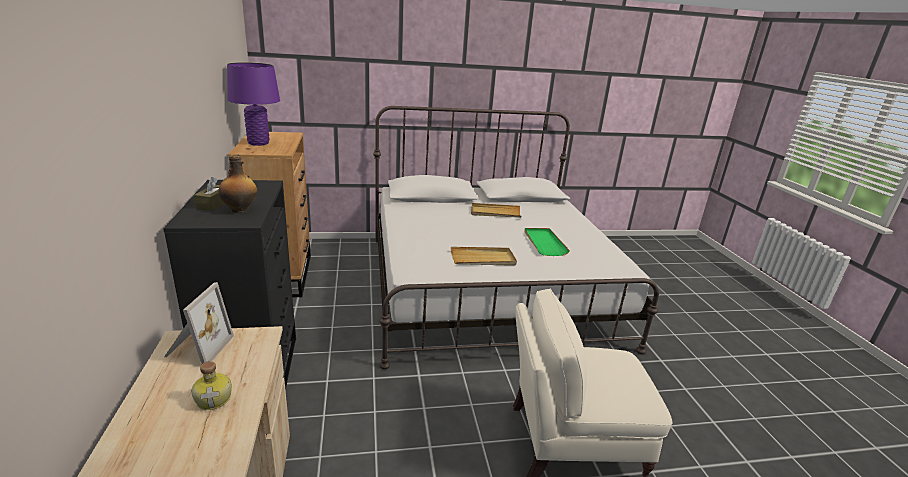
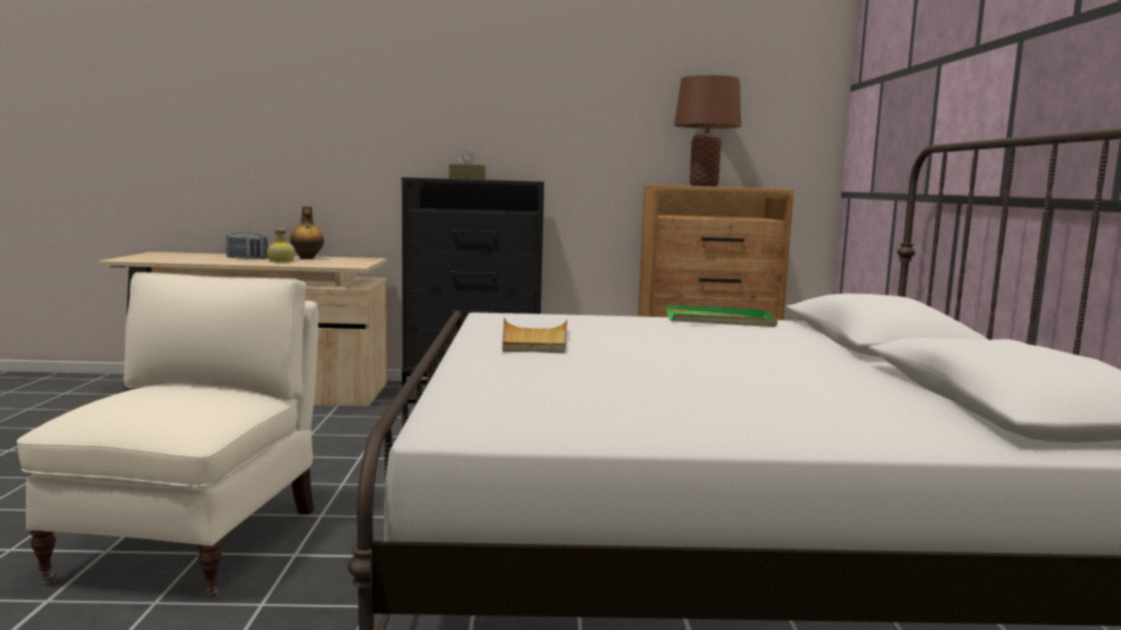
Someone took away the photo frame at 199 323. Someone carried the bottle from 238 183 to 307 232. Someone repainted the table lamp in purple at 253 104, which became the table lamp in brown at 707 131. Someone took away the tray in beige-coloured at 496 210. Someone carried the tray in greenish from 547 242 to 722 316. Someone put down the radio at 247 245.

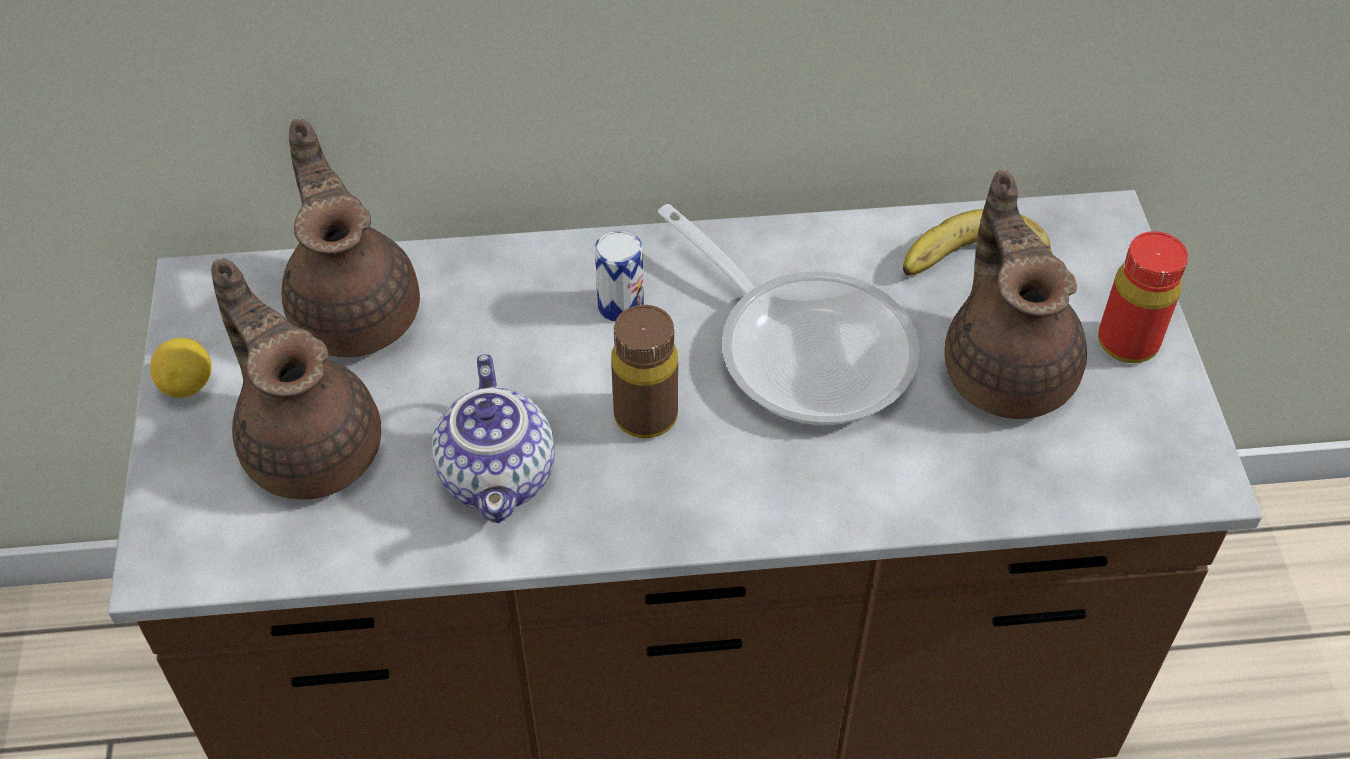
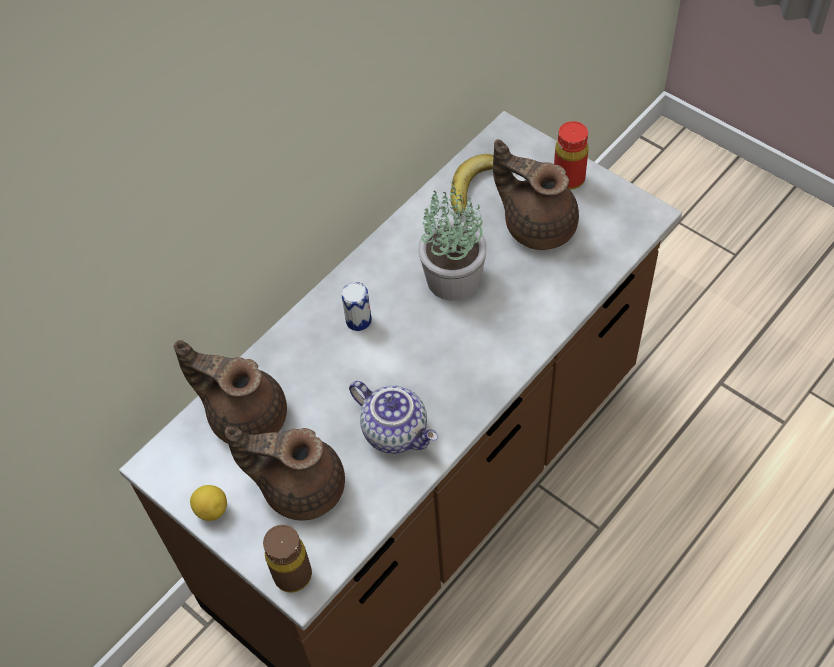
Someone carried the bottle in brown from 644 371 to 287 559. Someone swapped the skillet at 788 314 for the houseplant at 452 241.

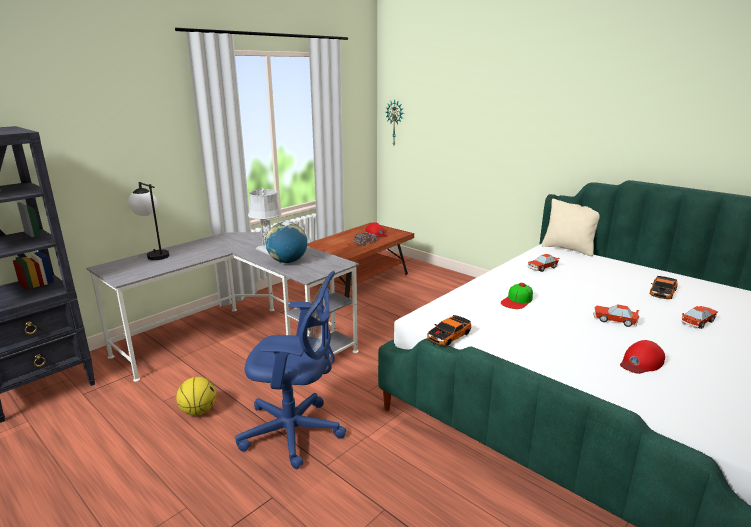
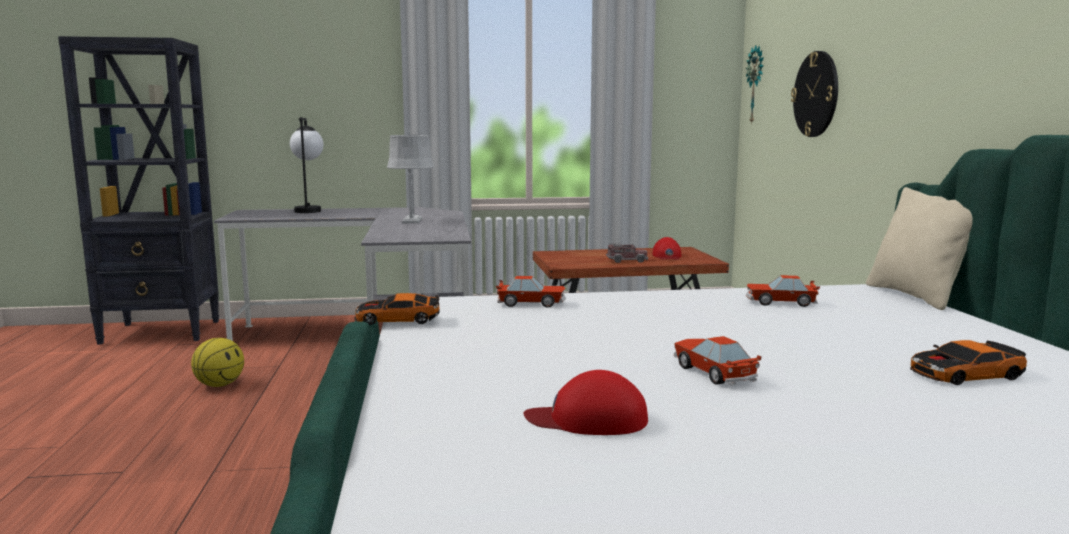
Someone took away the office chair in blue at 290 370. Someone took away the world globe at 286 242. Someone took away the baseball cap at 517 296. Someone carried the model car from 699 317 to 531 292. Someone put up the clock on the wall at 814 94.

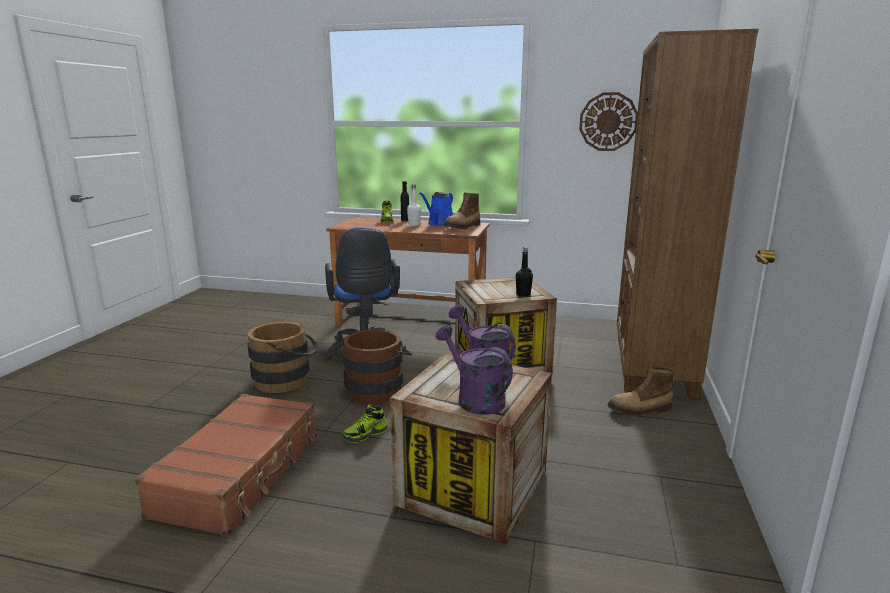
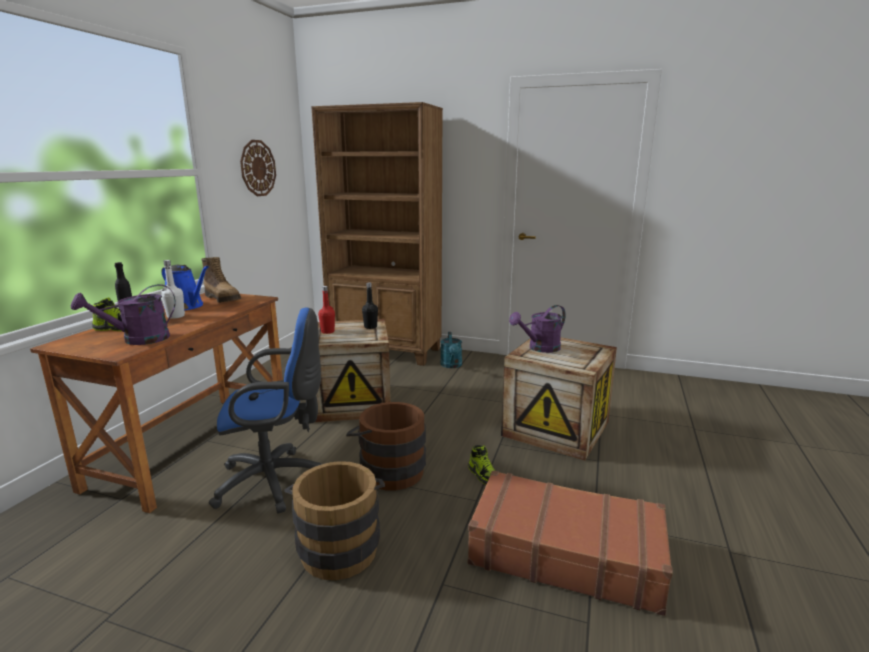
Someone carried the sprinkling can in purple from 474 370 to 123 314. Someone swapped the tall boot at 641 391 for the sprinkling can in blue-green at 451 350. Someone put down the bottle in reddish at 326 310.

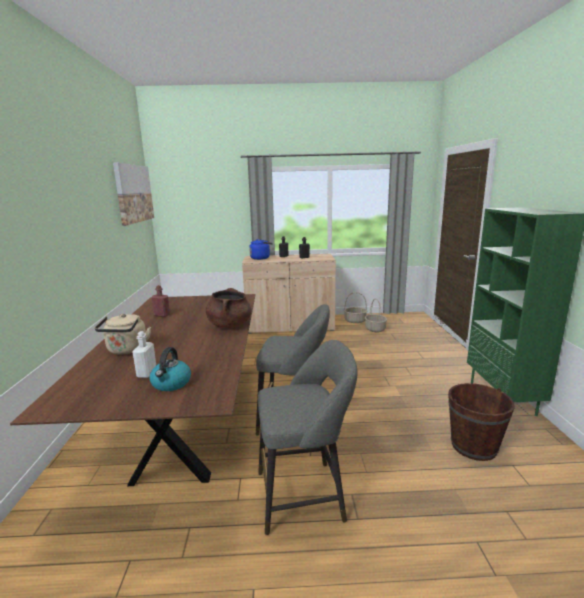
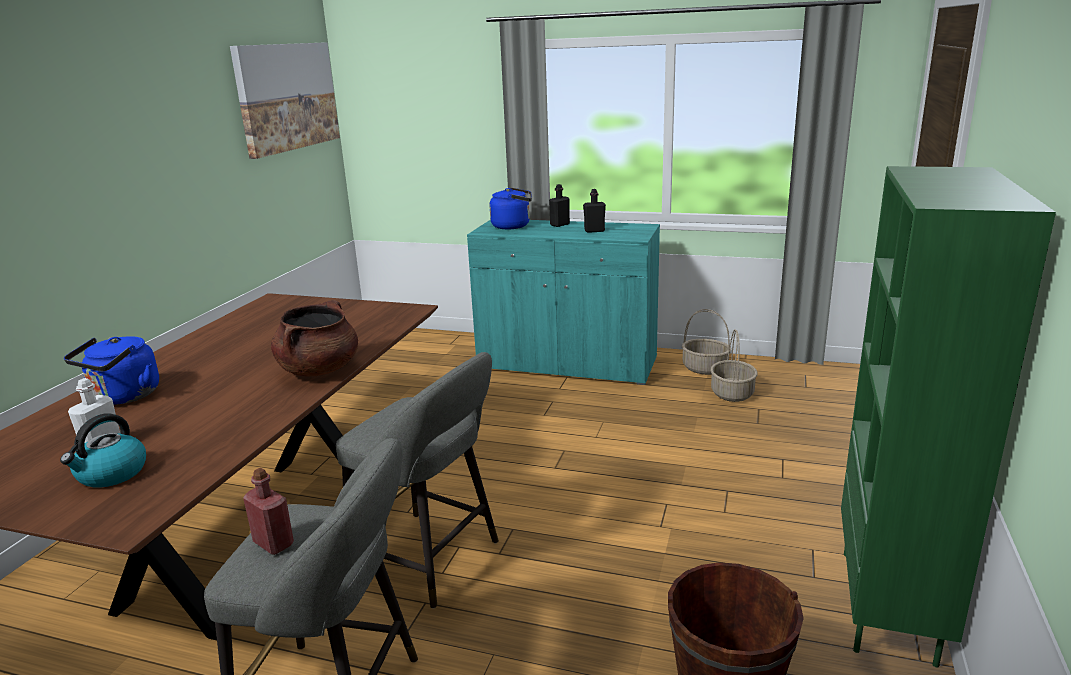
Someone repainted the tea kettle in beige-coloured at 123 334, which became the tea kettle in blue at 111 370. Someone carried the bottle in reddish from 161 301 to 268 511. Someone repainted the cabinet in beige-coloured at 289 294, which became the cabinet in blue-green at 563 302.

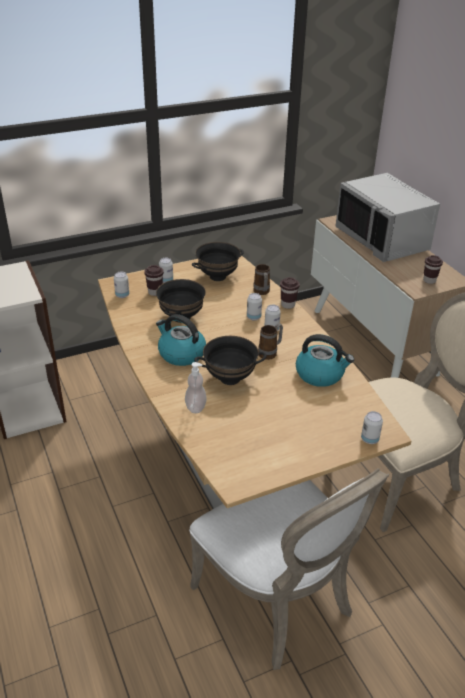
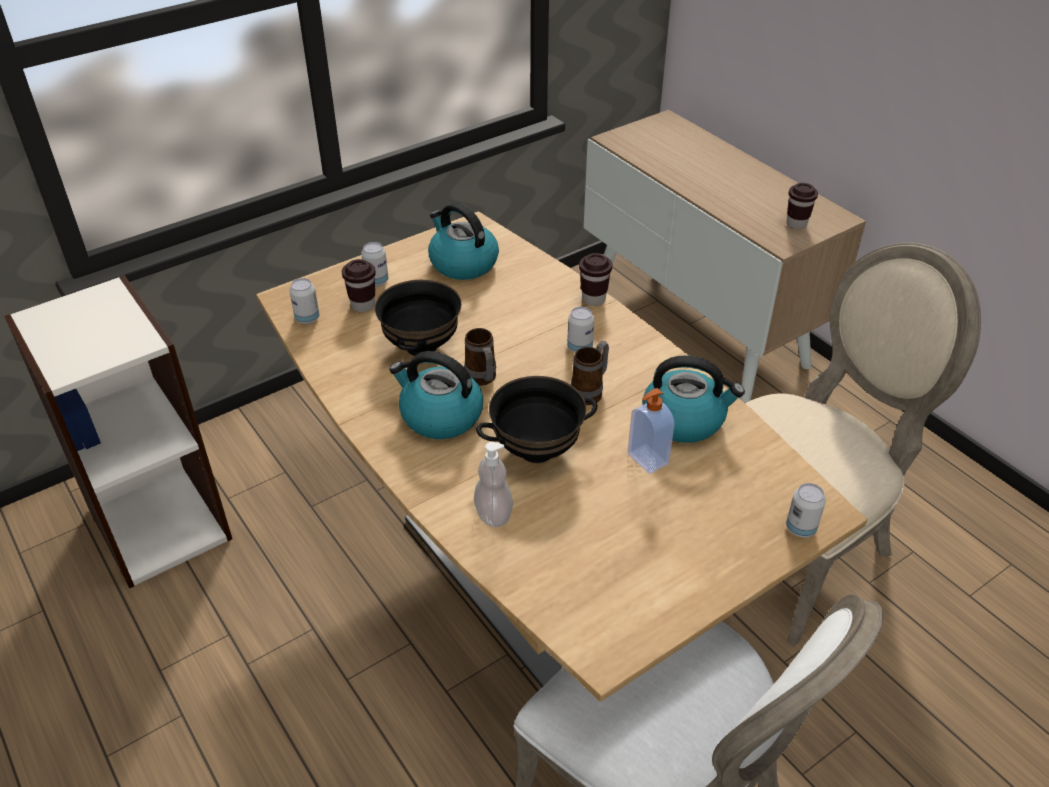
Someone swapped the bowl in black at 218 261 for the tea kettle at 463 241. Someone took away the sealed can at 254 306. Someone carried the tea mug from 261 279 to 480 357. Someone took away the microwave oven in grey at 387 217. Someone put down the liquid soap bottle at 651 431.

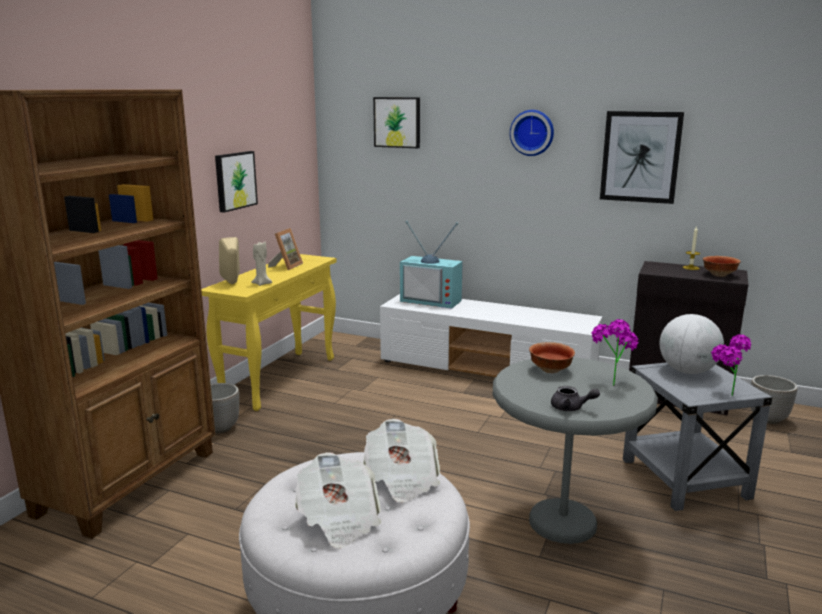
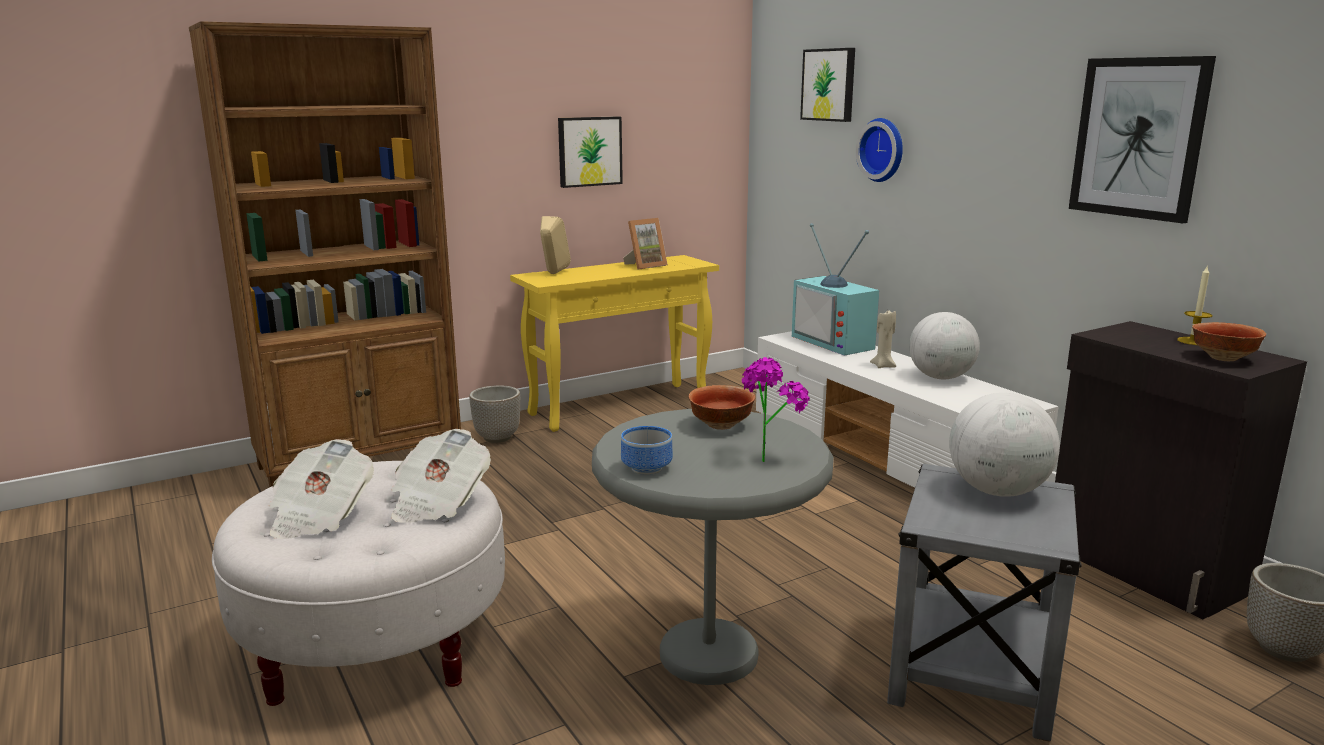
Someone carried the wax candle in beige-coloured from 262 264 to 883 339. Someone carried the clock on the wall from 532 133 to 879 150. Someone swapped the tea pot in grey at 575 398 for the bowl at 647 450. Someone took away the houseplant at 731 365. Someone put down the world globe at 944 345.

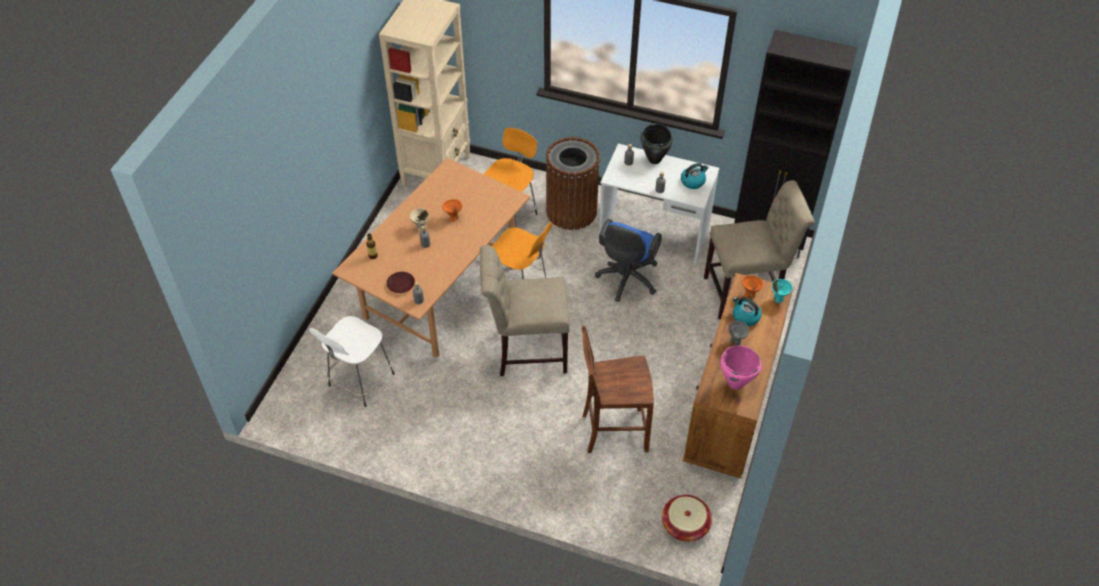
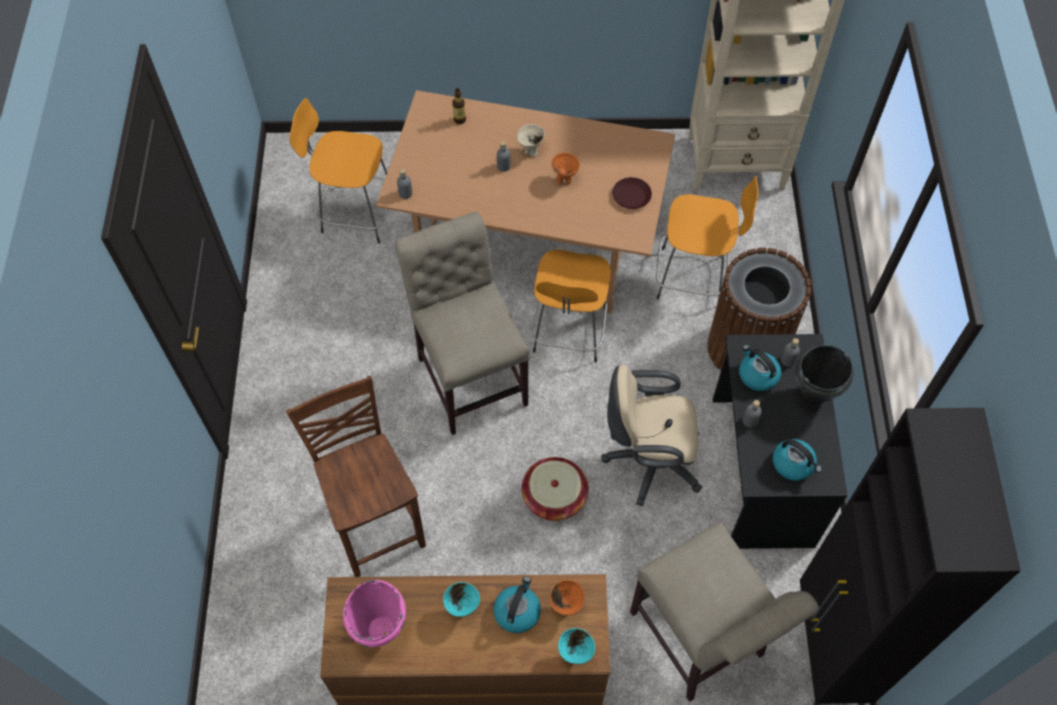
Someone repainted the stool seat in white at 352 361, which became the stool seat in orange-coloured at 339 171. Someone carried the flat dish in brown from 401 282 to 632 193. Someone repainted the office chair in blue at 628 260, which became the office chair in beige-coloured at 651 435. Someone repainted the desk table in white at 659 203, which became the desk table in black at 780 441. Someone carried the household basket from 687 518 to 555 489. Someone repainted the bowl in grey at 738 333, which became the bowl in blue-green at 461 599. Someone put down the tea kettle at 760 368.

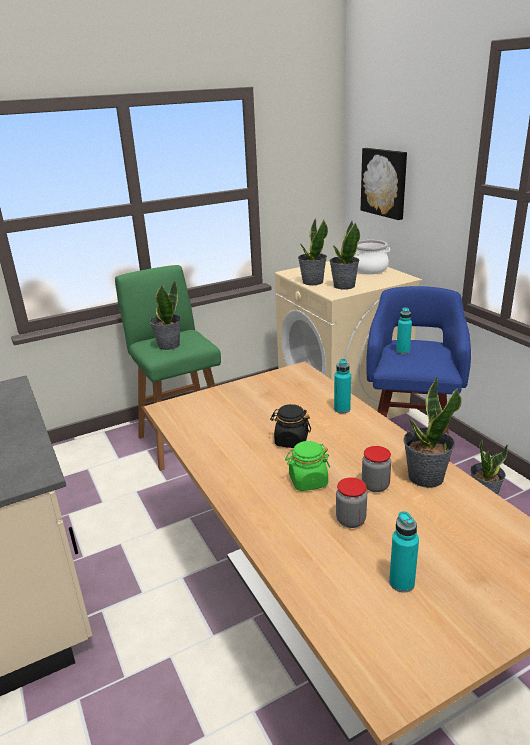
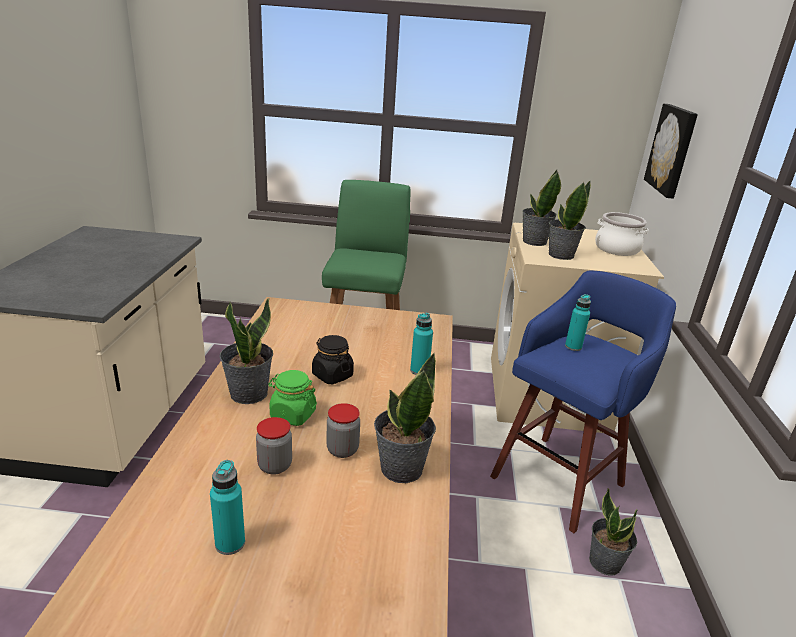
Someone carried the houseplant from 165 315 to 246 351.

